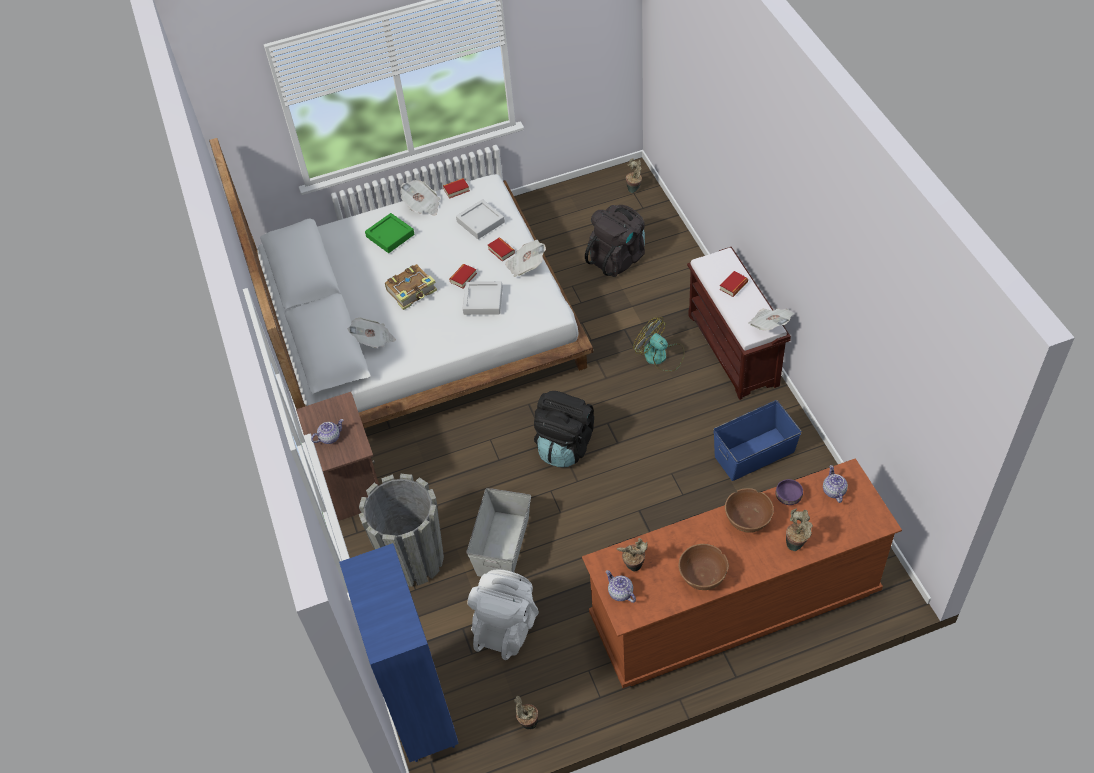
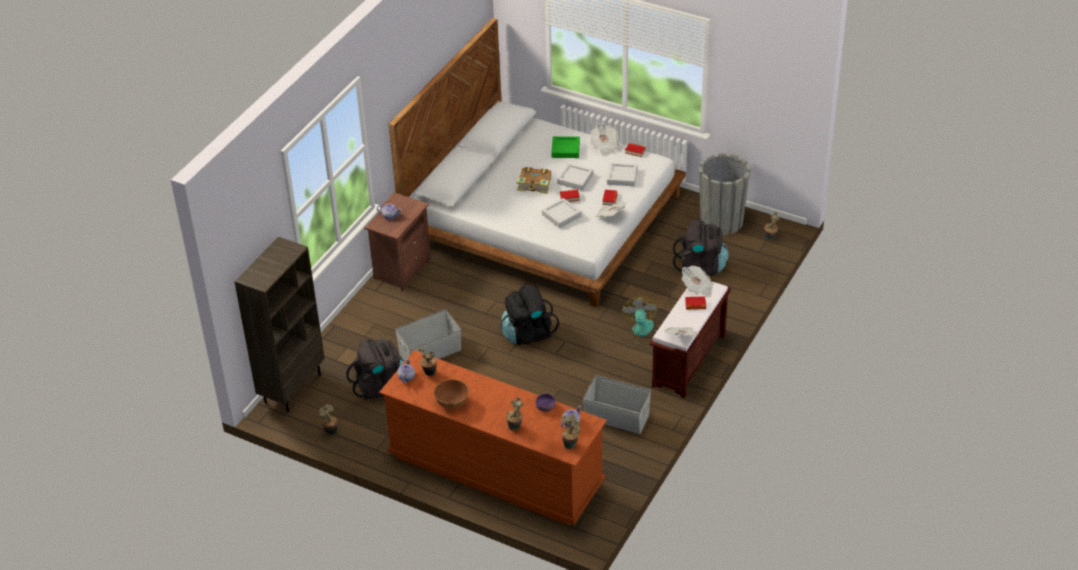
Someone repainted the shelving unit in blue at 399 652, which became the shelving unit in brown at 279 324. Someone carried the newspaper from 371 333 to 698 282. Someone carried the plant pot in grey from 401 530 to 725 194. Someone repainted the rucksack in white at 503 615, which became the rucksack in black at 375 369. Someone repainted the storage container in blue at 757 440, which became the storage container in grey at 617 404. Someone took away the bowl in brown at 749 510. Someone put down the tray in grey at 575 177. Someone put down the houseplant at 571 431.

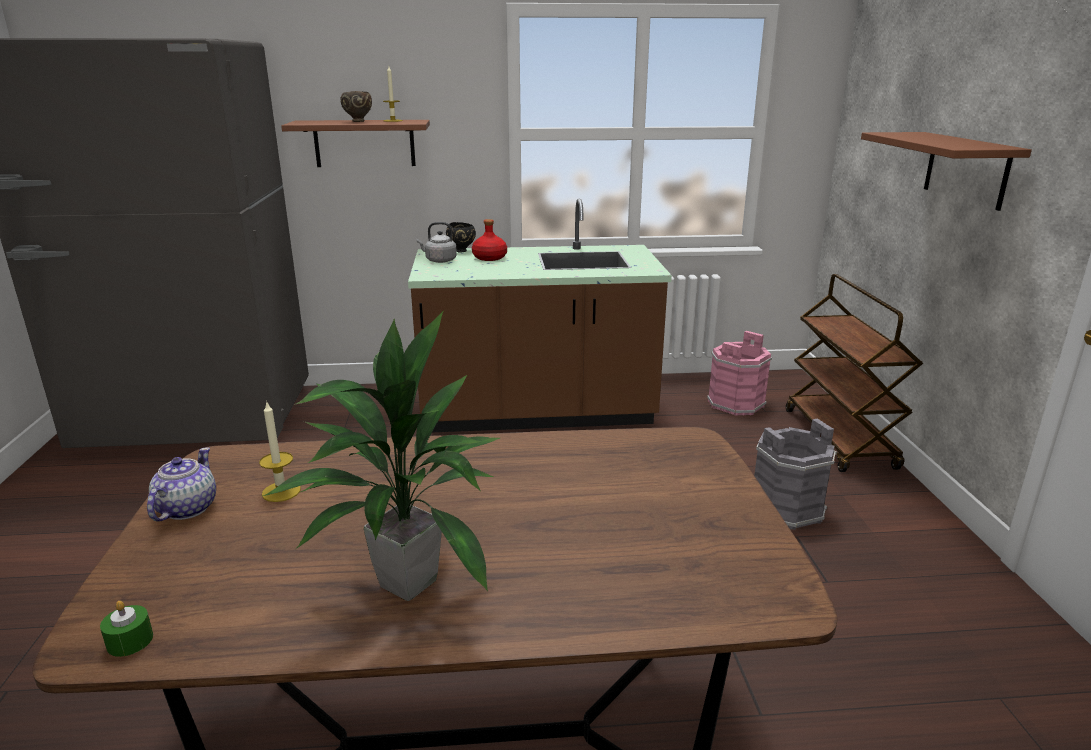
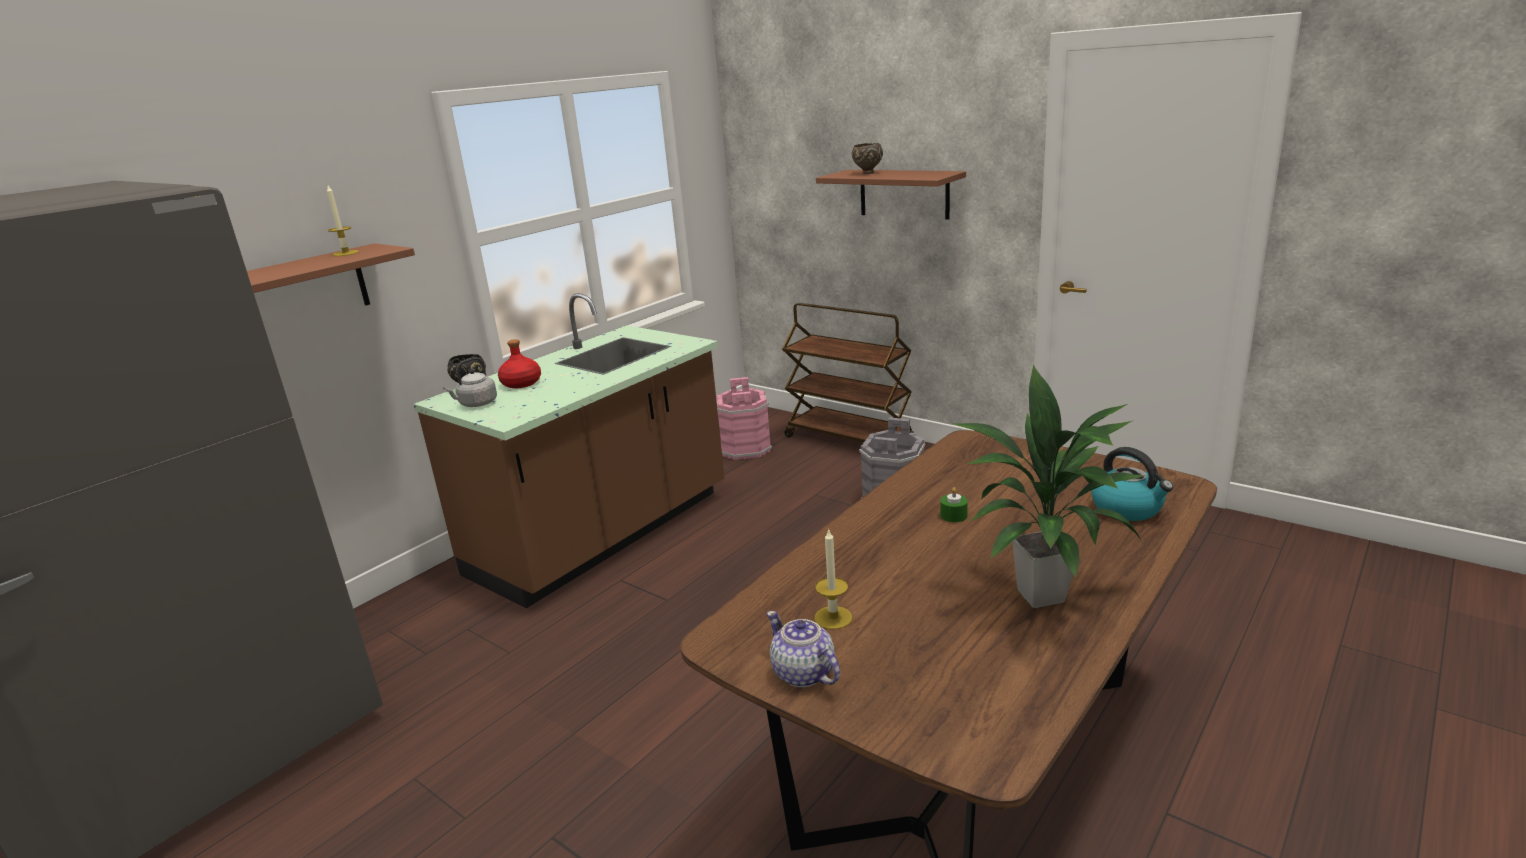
Someone carried the wax candle in greenish from 126 629 to 954 504. Someone carried the bowl in brown from 356 106 to 867 158. Someone put down the tea kettle at 1132 484.

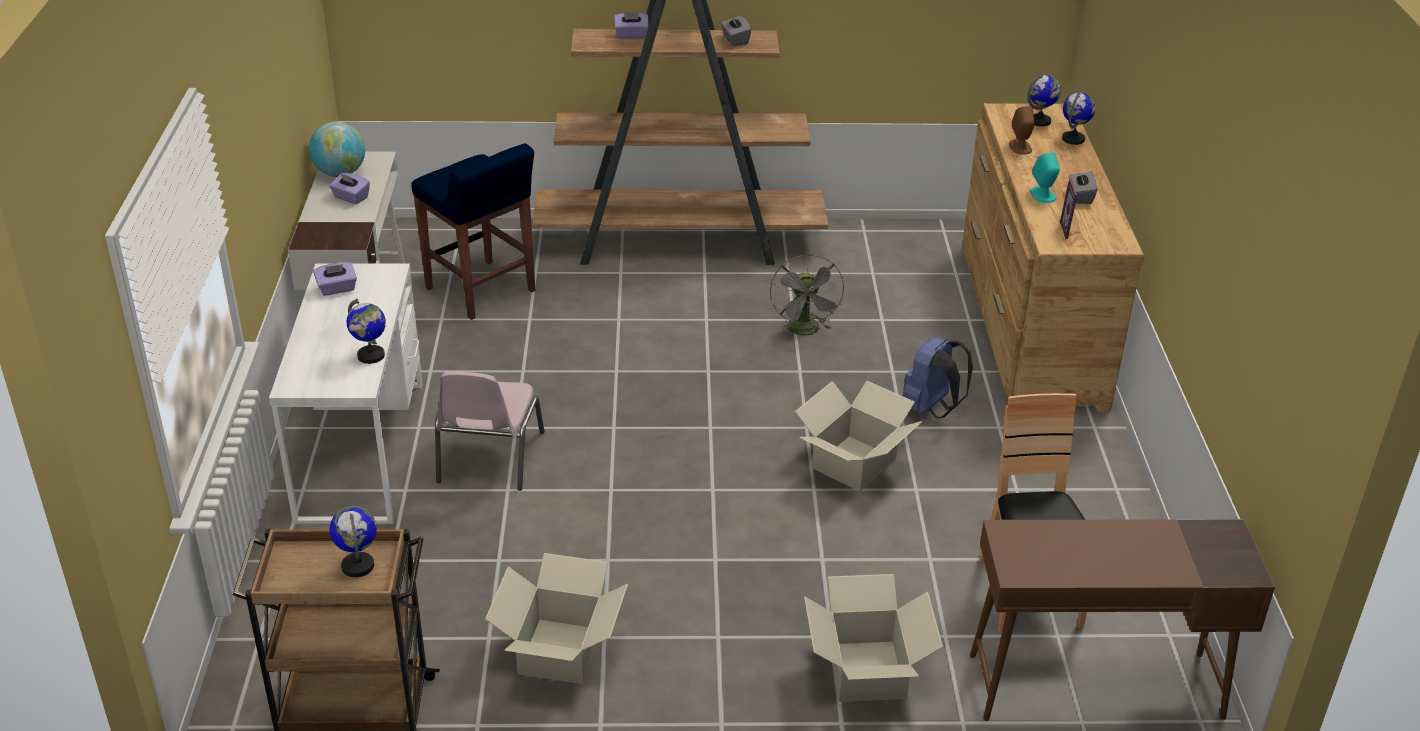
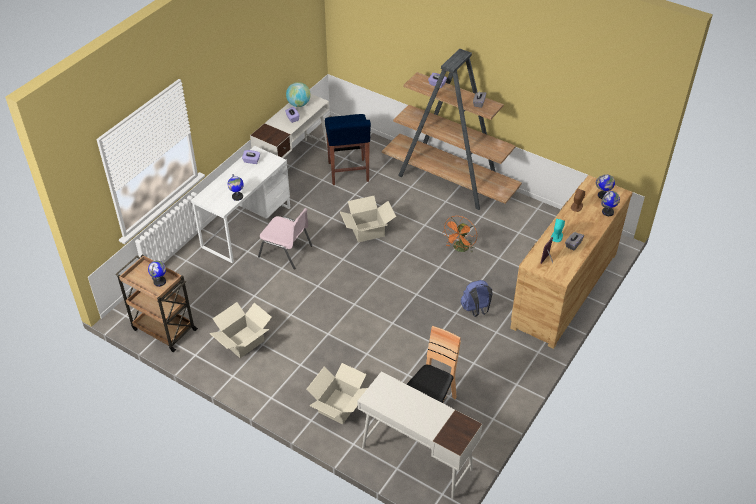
Someone rotated the chair in pinkish at 490 430 by 105 degrees counterclockwise. Someone repainted the fan in grey at 807 295, which became the fan in orange-coloured at 459 234. Someone carried the carton from 859 436 to 368 219. Someone repainted the desk table in brown at 1122 620, which became the desk table in white at 420 435.

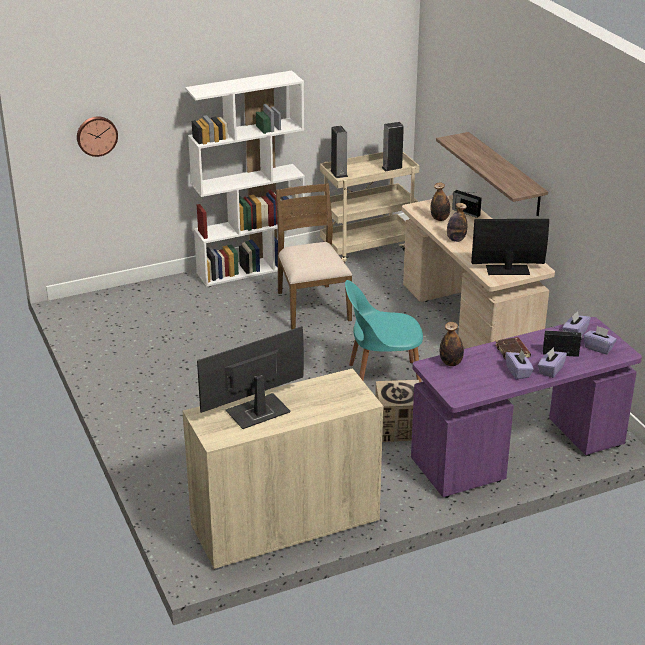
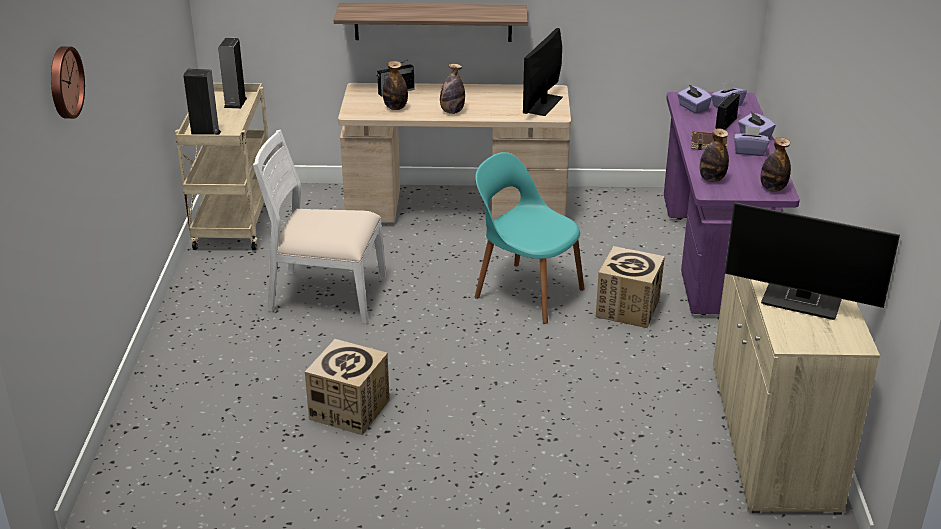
Someone carried the clock on the wall from 97 136 to 68 82. Someone took away the shelving unit in white at 245 179. Someone rotated the monitor at 250 377 by 60 degrees counterclockwise. Someone repainted the chair in brown at 314 256, which became the chair in white at 320 227. Someone rotated the chair in blue-green at 384 331 by 105 degrees clockwise. Someone put down the carton at 347 387. Someone put down the bottle at 776 164.

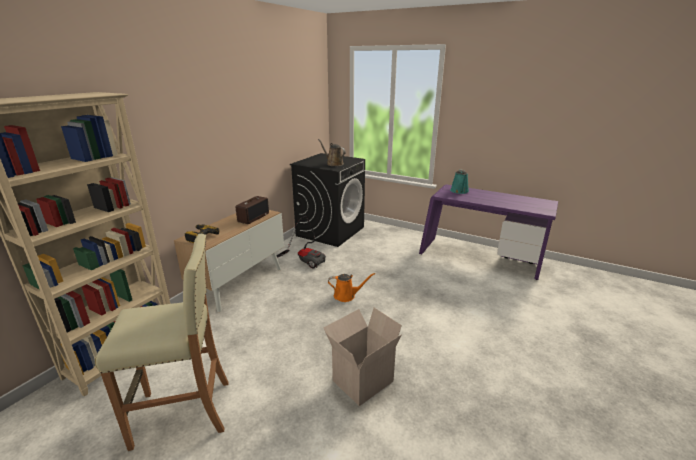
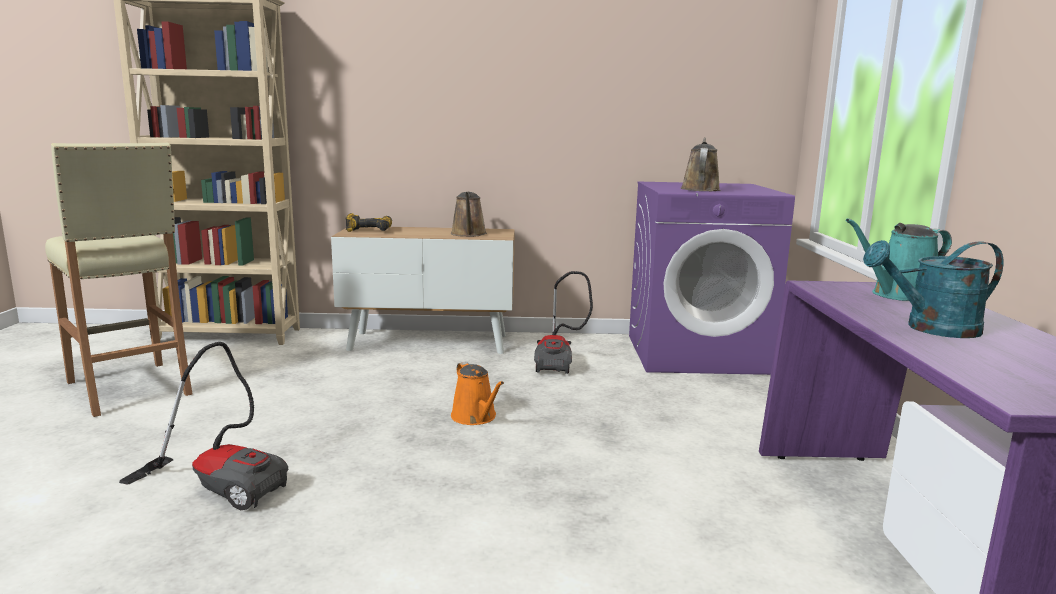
Someone swapped the radio at 252 210 for the sprinkling can in brown at 469 214. Someone repainted the laundry appliance in black at 327 200, which became the laundry appliance in purple at 712 278. Someone swapped the carton at 363 357 for the vacuum at 203 426. Someone put down the sprinkling can in blue-green at 933 289.

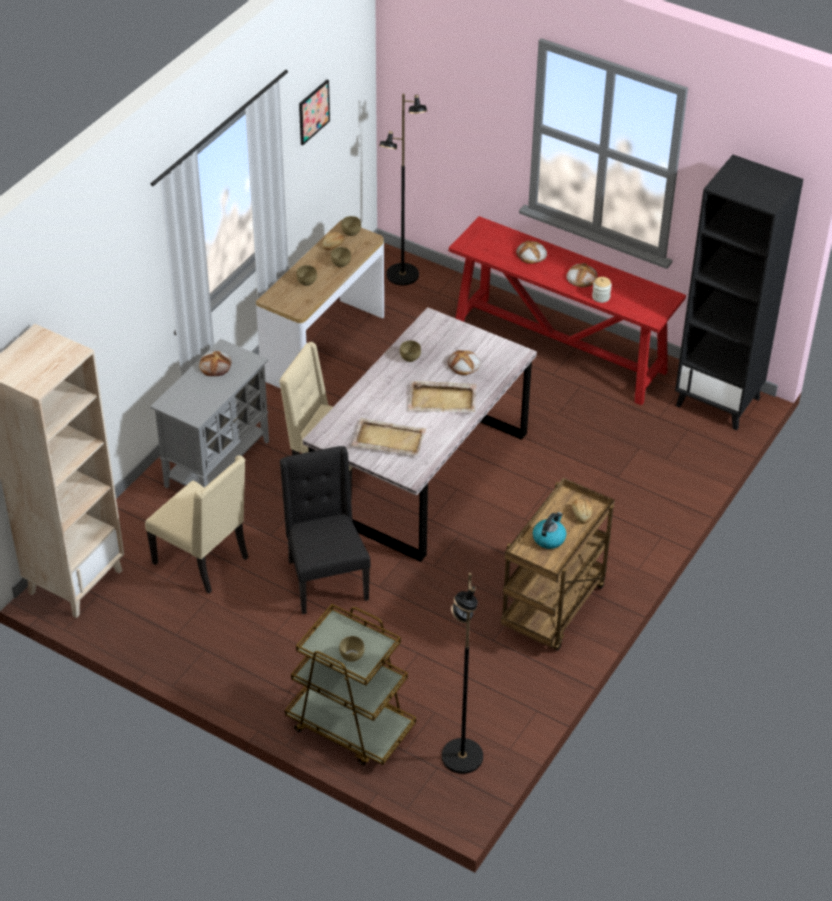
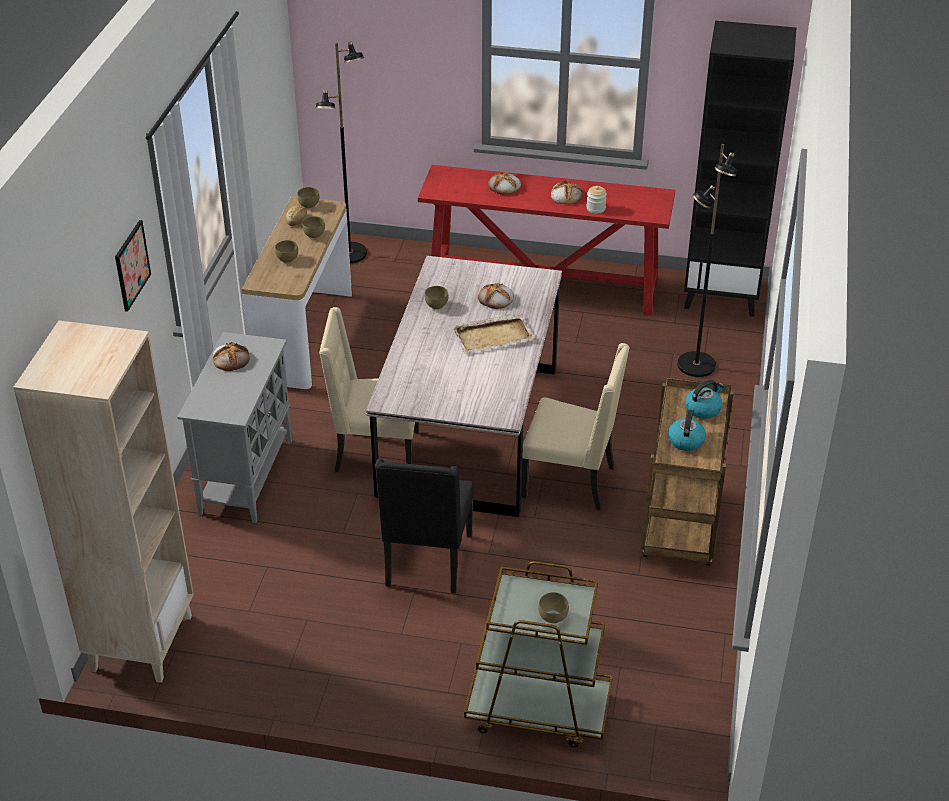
Someone carried the chair in beige-coloured from 196 524 to 576 426. Someone rotated the chair in black at 325 530 by 135 degrees counterclockwise. Someone carried the wall art from 314 112 to 133 266. Someone took away the tray in beige-coloured at 389 437. Someone carried the standard lamp in black from 462 673 to 707 260. Someone swapped the bakery bread at 582 511 for the tea kettle at 704 399.

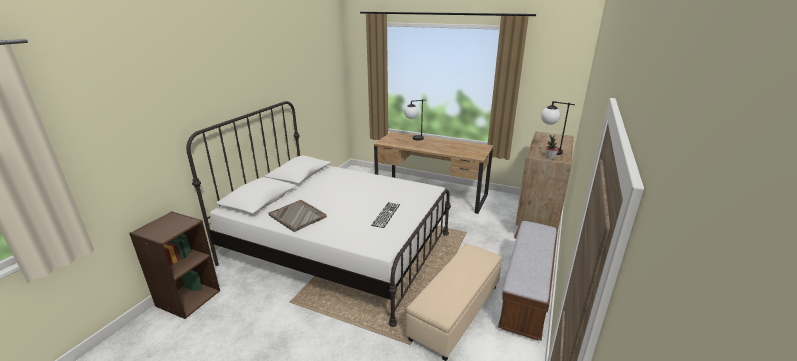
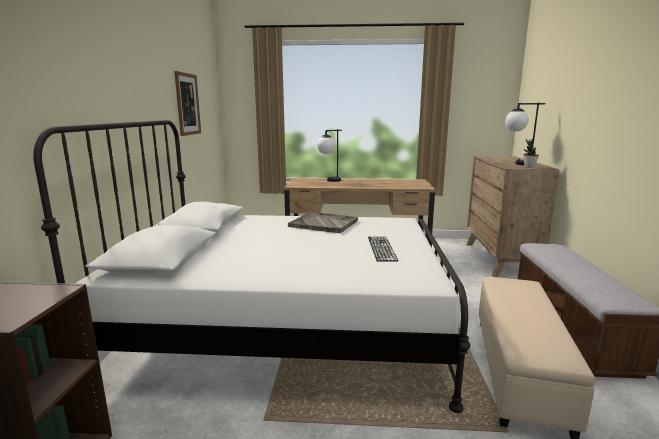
Someone carried the tray in grey from 297 216 to 323 222. Someone put up the wall art at 187 103.

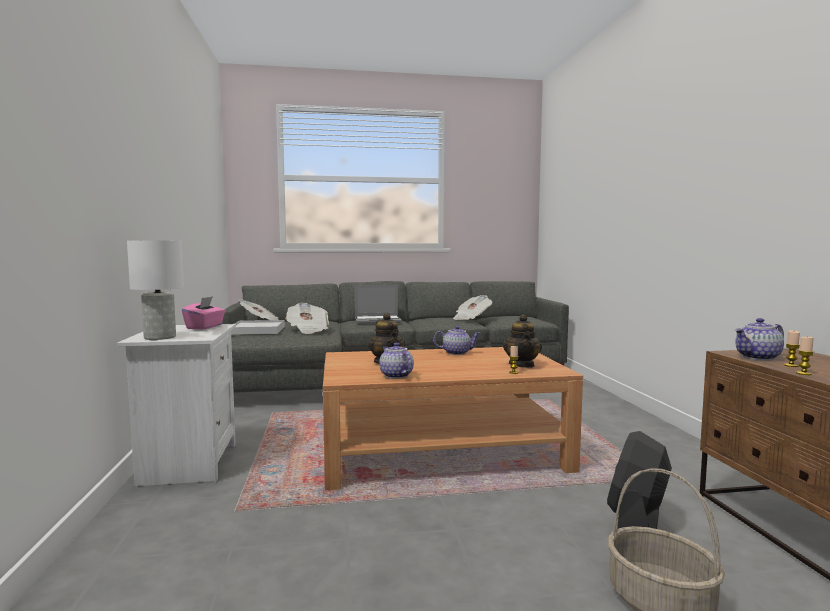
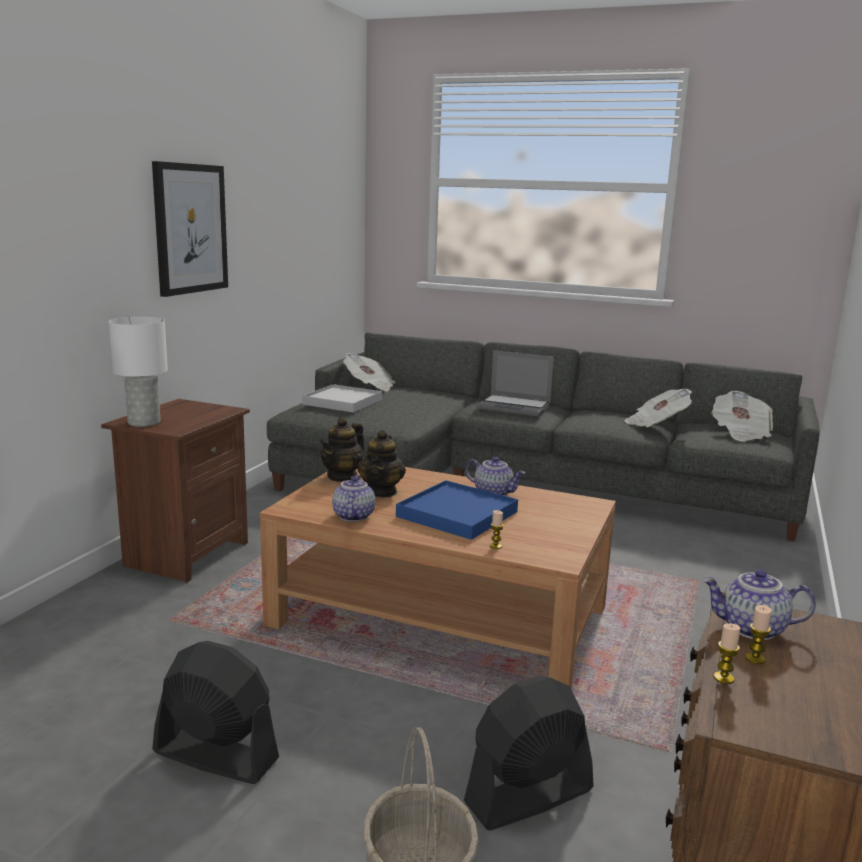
Someone repainted the bedside table in white at 176 405, which became the bedside table in brown at 175 491. Someone took away the box of tissues in pinkish at 203 312. Someone carried the newspaper from 307 318 to 742 416. Someone carried the tea pot from 522 341 to 341 449. Someone put up the wall art at 190 229. Someone put down the fan in black at 215 712. Someone put down the tray in blue at 457 510.

